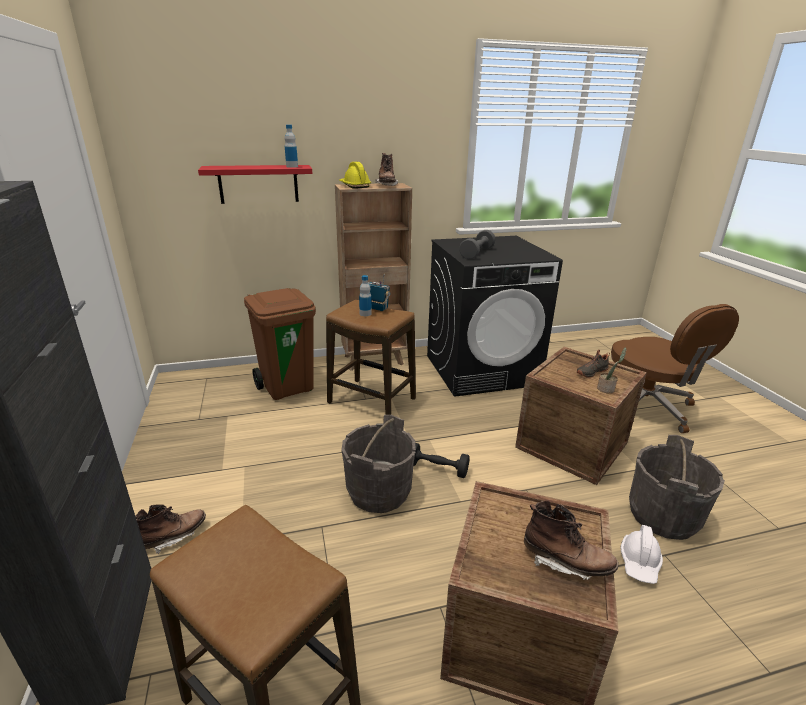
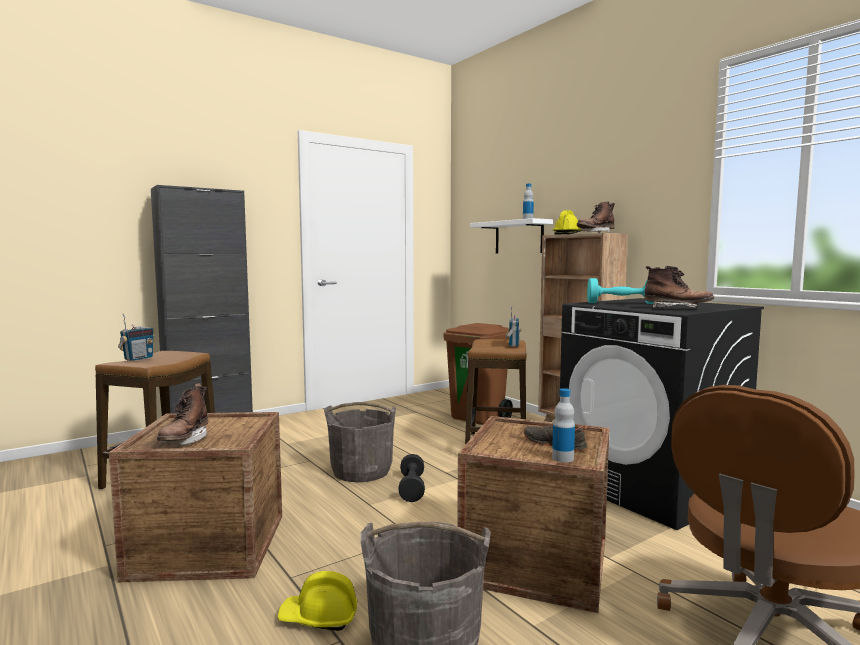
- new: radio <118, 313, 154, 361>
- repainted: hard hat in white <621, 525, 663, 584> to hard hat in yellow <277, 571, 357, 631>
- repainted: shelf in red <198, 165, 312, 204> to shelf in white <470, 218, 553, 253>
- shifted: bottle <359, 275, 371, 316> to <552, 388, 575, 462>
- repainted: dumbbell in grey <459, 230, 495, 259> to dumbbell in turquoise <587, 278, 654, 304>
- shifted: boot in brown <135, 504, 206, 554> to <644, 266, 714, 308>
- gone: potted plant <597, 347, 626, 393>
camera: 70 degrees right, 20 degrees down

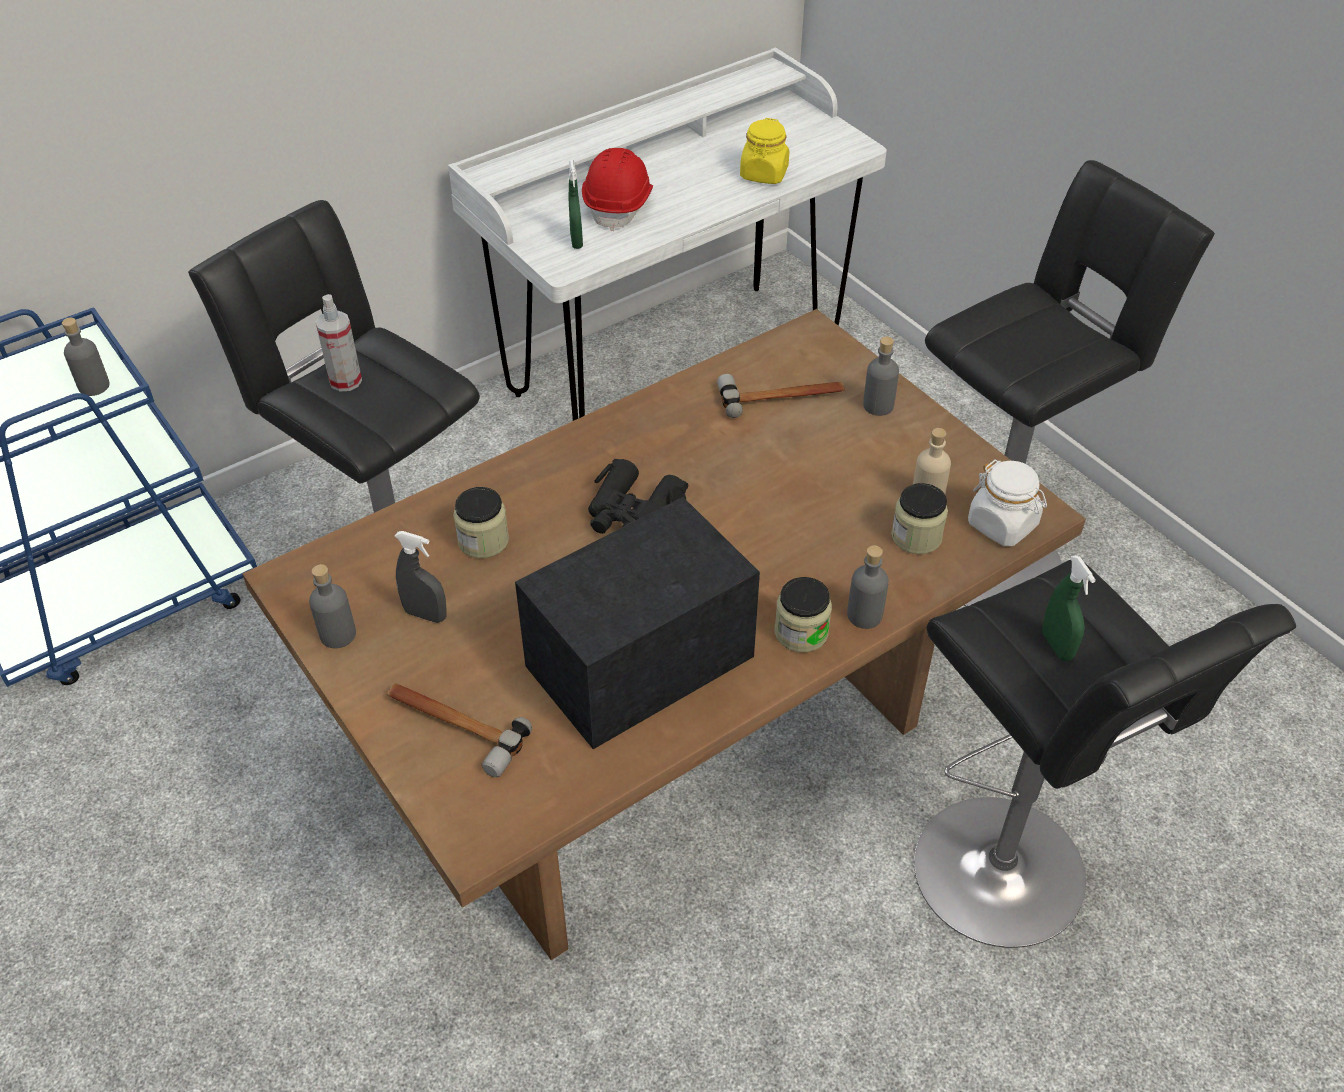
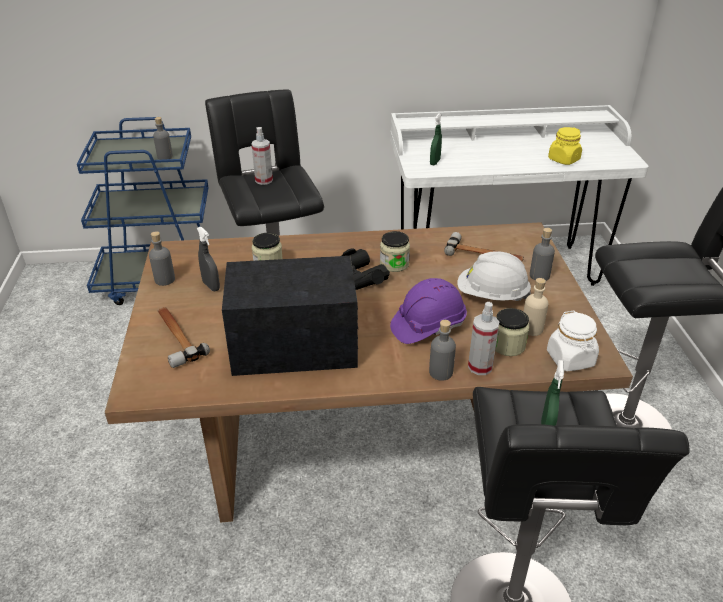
- shifted: jar <775, 577, 832, 652> to <380, 231, 410, 272>
- new: hard hat in purple <390, 278, 467, 344>
- new: hard hat in white <457, 251, 531, 301>
- new: spray bottle <468, 302, 499, 375>
- gone: hard hat in red <582, 148, 653, 231>
camera: 30 degrees right, 10 degrees down

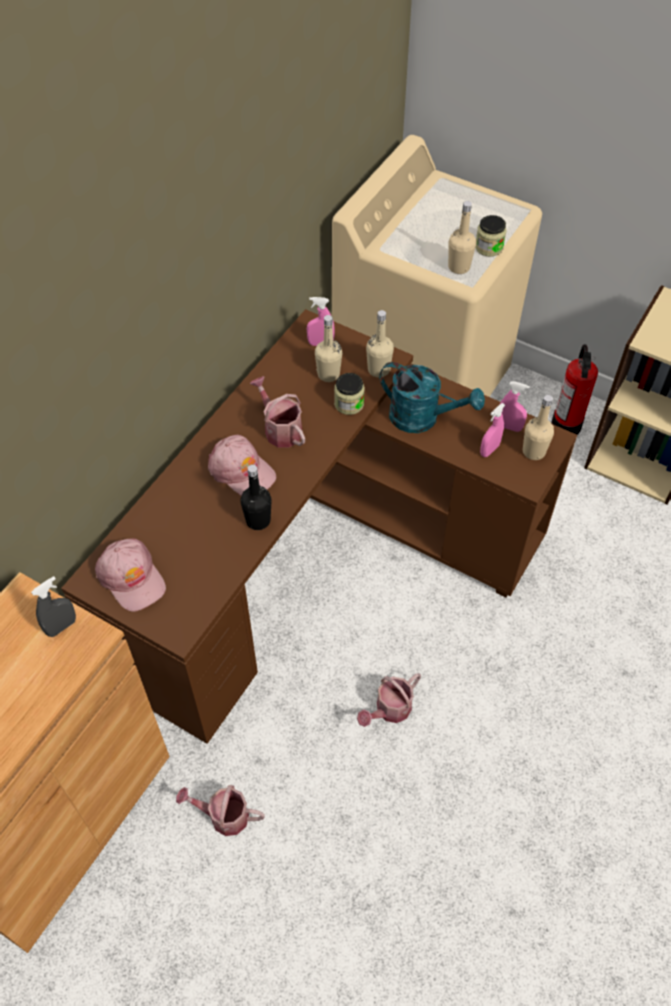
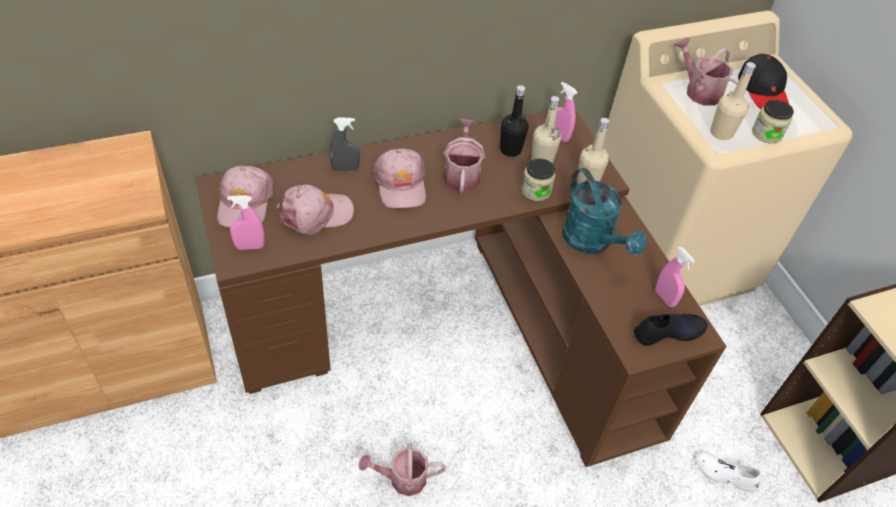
- shifted: spray bottle in pink <480, 403, 505, 457> to <227, 195, 265, 250>
- new: cap in pink <276, 184, 354, 235>
- shifted: spray bottle in grey <31, 576, 76, 637> to <330, 118, 360, 171>
- shifted: bottle in black <241, 464, 272, 530> to <500, 85, 529, 157>
- swapped: bottle in beige <523, 395, 554, 460> to shoe in black <634, 314, 708, 346>
- shifted: watering can <176, 785, 265, 836> to <674, 38, 738, 106>
- new: shoe in white <697, 453, 762, 492>
- new: cap in black <738, 54, 789, 109>
- gone: fire extinguisher <551, 344, 598, 435>
camera: 35 degrees right, 5 degrees down

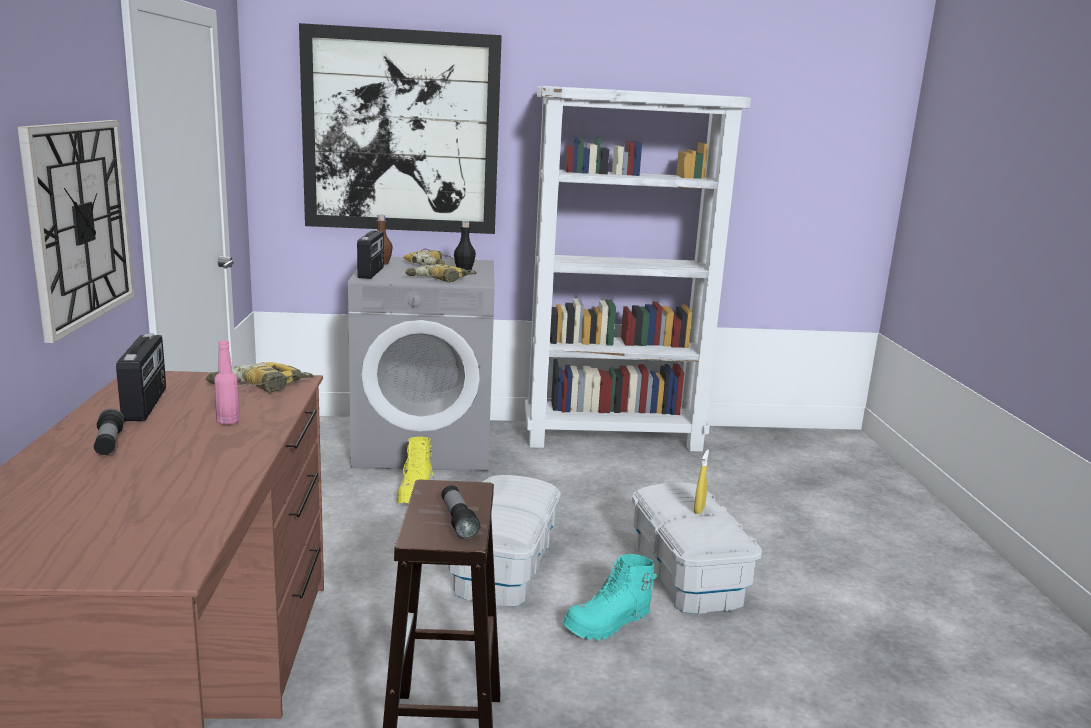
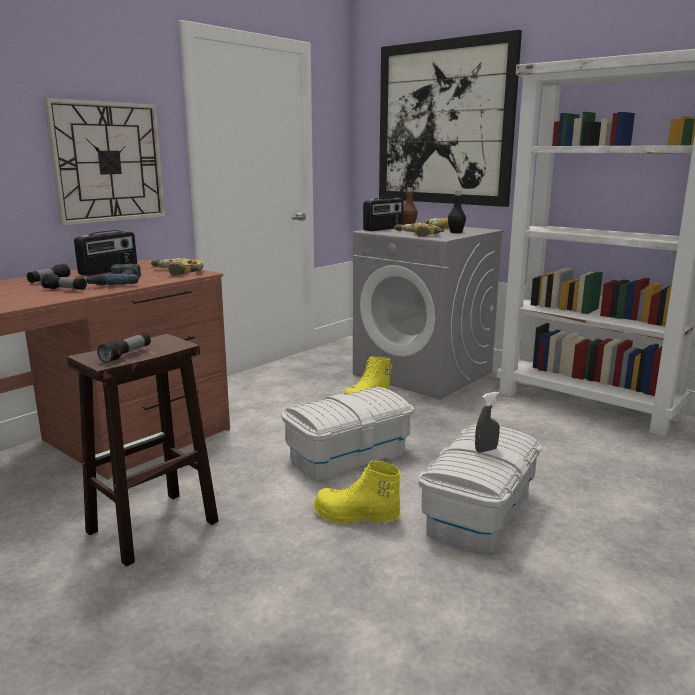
- new: flashlight <40, 273, 87, 290>
- swapped: bottle in pink <214, 340, 240, 425> to power drill <84, 264, 141, 285>
- repainted: boot in turquoise <562, 554, 657, 641> to boot in yellow <313, 461, 401, 524>
- repainted: spray bottle in yellow <694, 449, 709, 514> to spray bottle in grey <475, 392, 500, 452>
camera: 45 degrees right, 0 degrees up

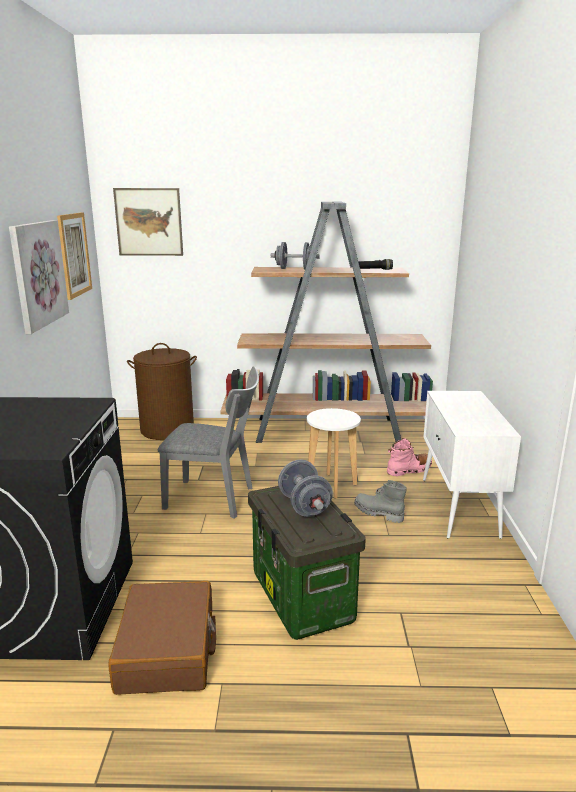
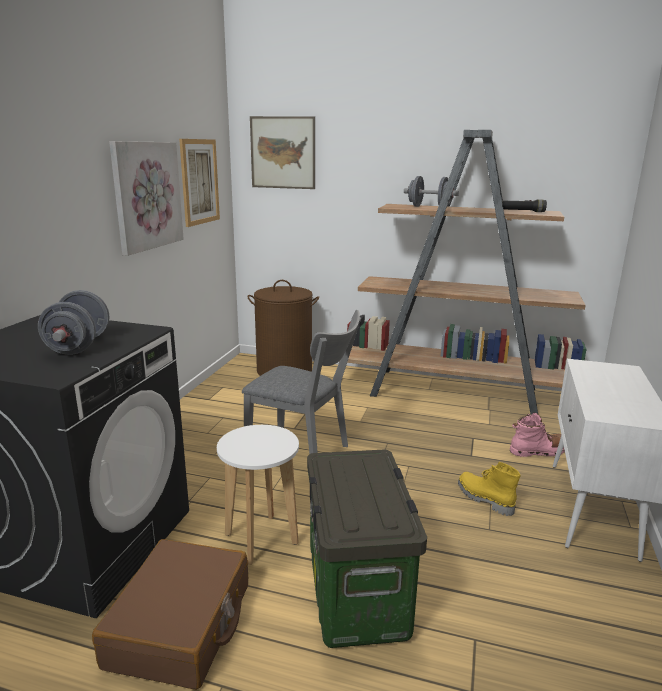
- shifted: dumbbell in grey <278, 460, 333, 517> to <38, 290, 109, 355>
- shifted: stool in white <307, 408, 361, 498> to <217, 425, 299, 565>
- repainted: boot in grey <354, 480, 407, 523> to boot in yellow <458, 462, 521, 516>
camera: 15 degrees right, 0 degrees up

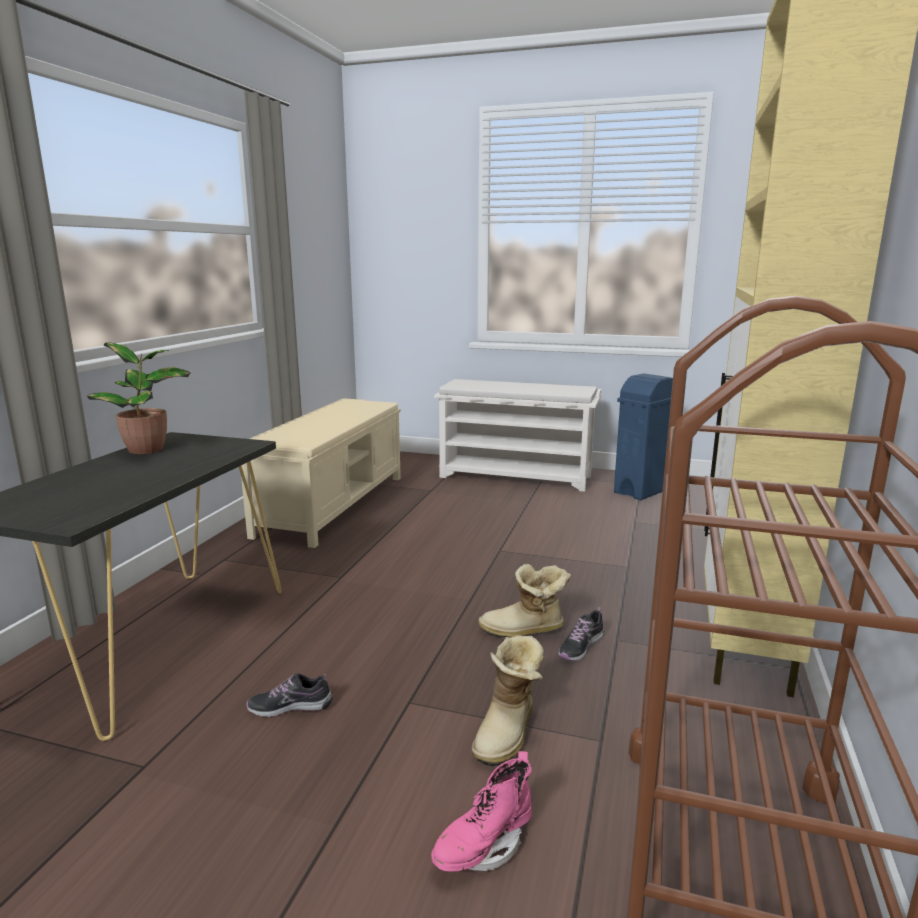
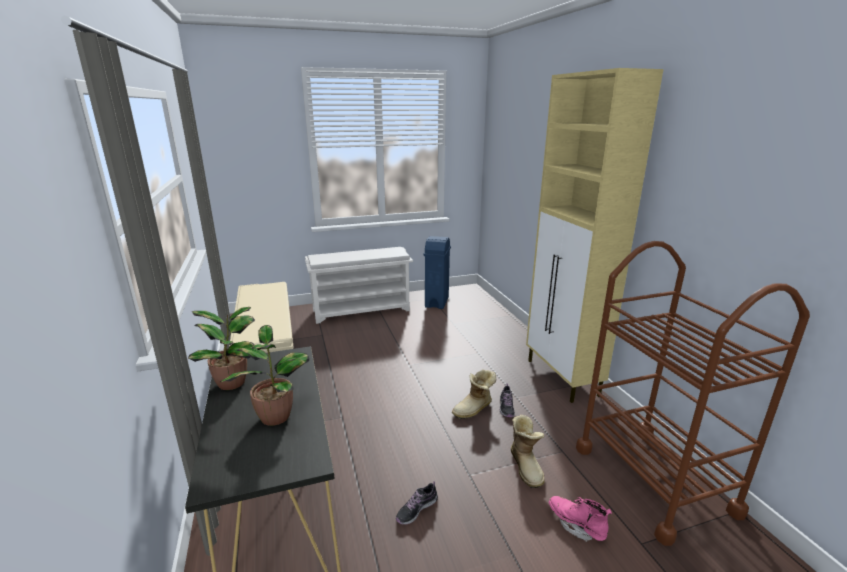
- new: potted plant <220, 325, 309, 426>
- rotated: boot in pink <431, 751, 532, 872> = <549, 496, 612, 542> 120 degrees clockwise
camera: 35 degrees left, 5 degrees up

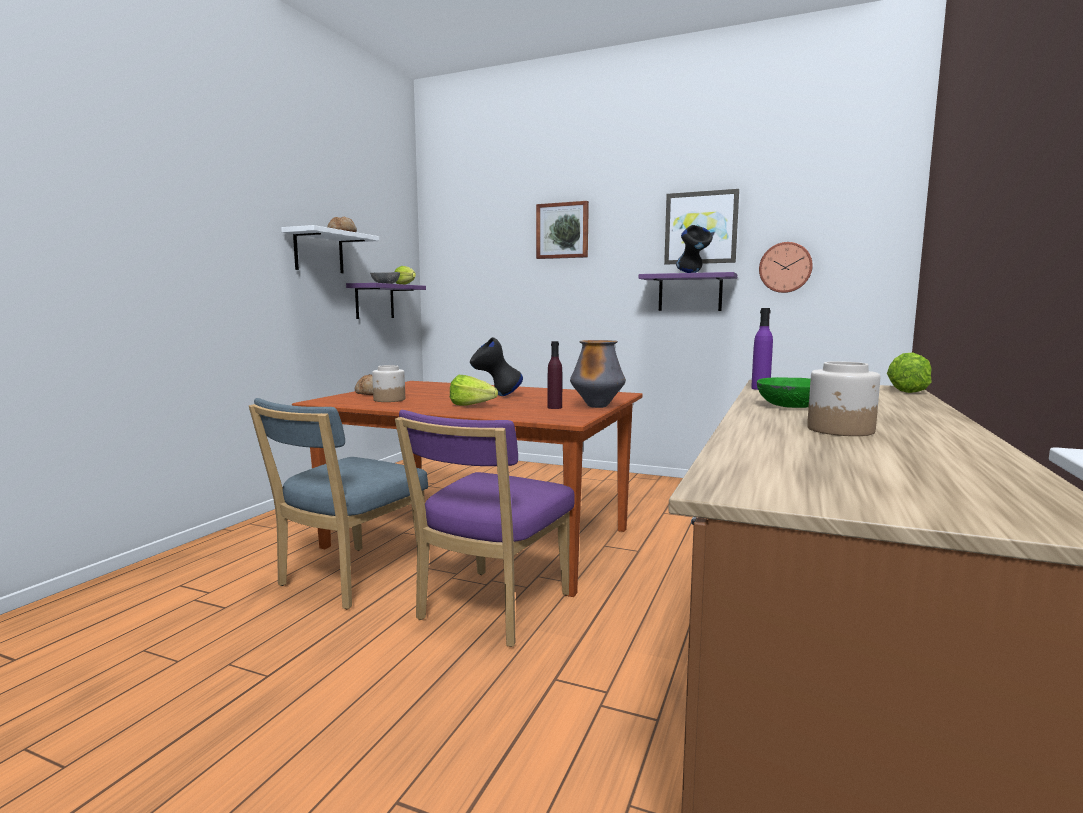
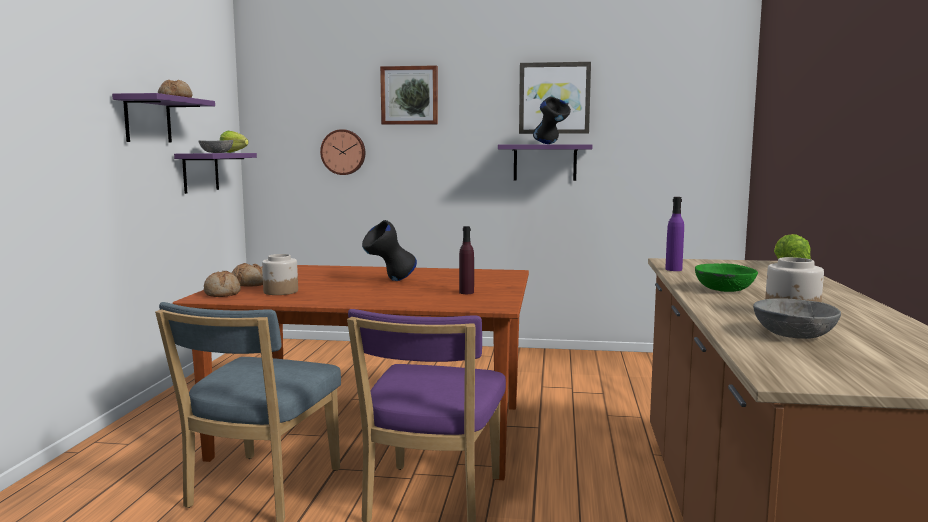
- repainted: shelf in white <281, 225, 379, 273> to shelf in purple <112, 93, 215, 143>
- new: bread <204, 271, 241, 297>
- shifted: wall clock <759, 242, 813, 293> to <320, 129, 365, 175>
- new: bowl in grey <753, 298, 841, 339>
- gone: lettuce <450, 375, 498, 406>
- gone: vase <570, 340, 626, 408>
camera: 15 degrees left, 0 degrees up

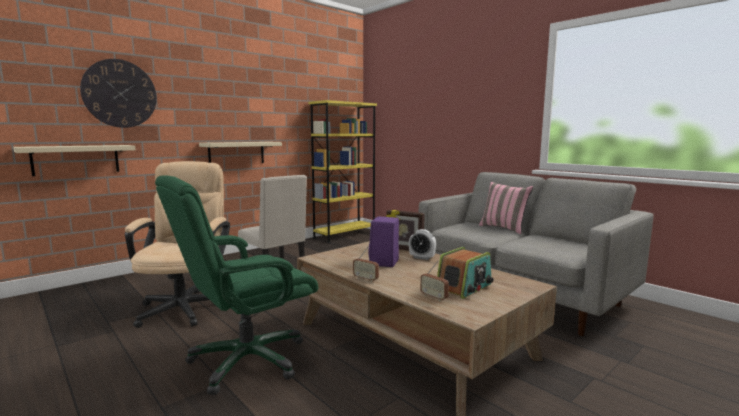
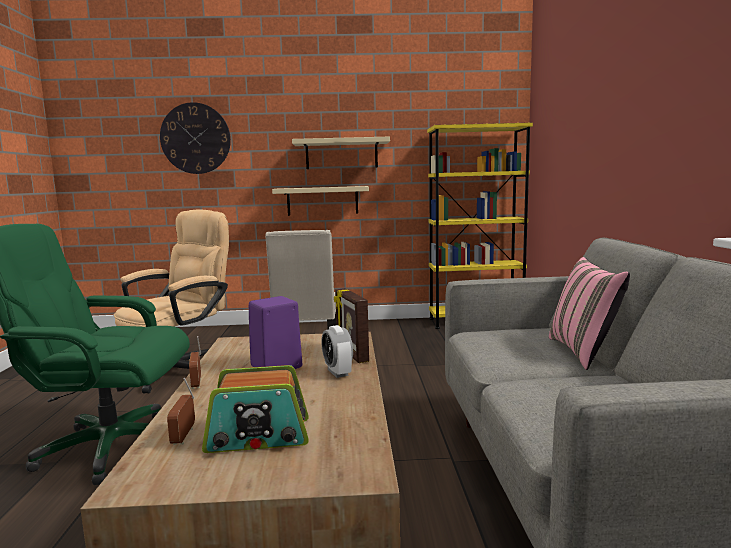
- shifted: shelf in beige <13, 145, 136, 176> to <292, 136, 390, 169>
camera: 40 degrees right, 0 degrees up

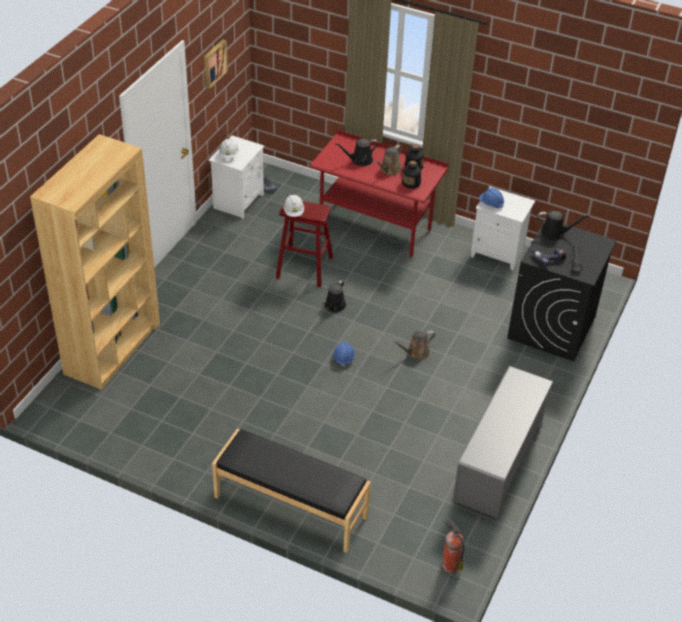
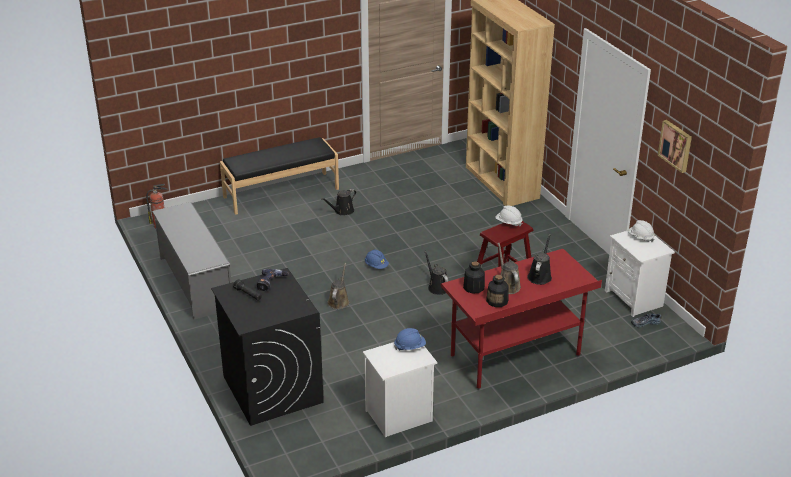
- shifted: watering can in black <537, 211, 590, 241> to <321, 189, 356, 215>
camera: 130 degrees right, 10 degrees down

